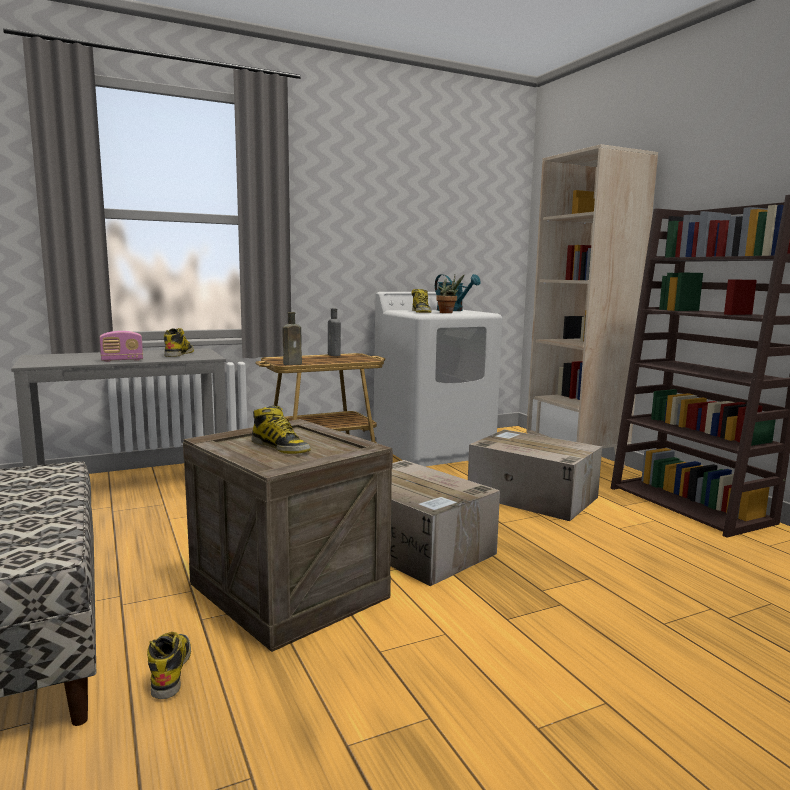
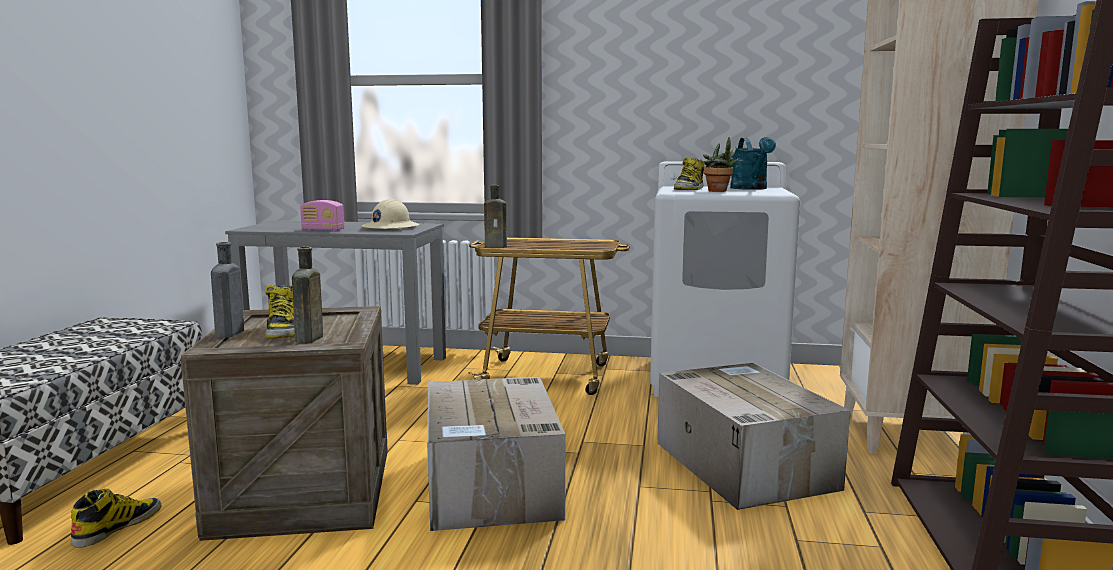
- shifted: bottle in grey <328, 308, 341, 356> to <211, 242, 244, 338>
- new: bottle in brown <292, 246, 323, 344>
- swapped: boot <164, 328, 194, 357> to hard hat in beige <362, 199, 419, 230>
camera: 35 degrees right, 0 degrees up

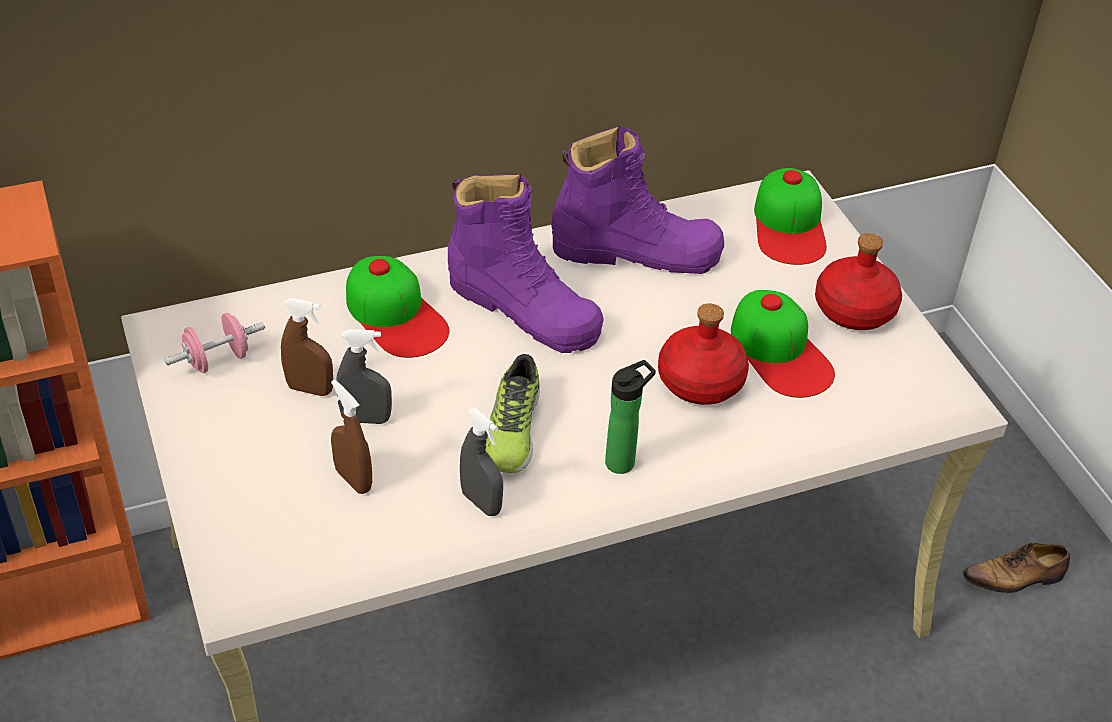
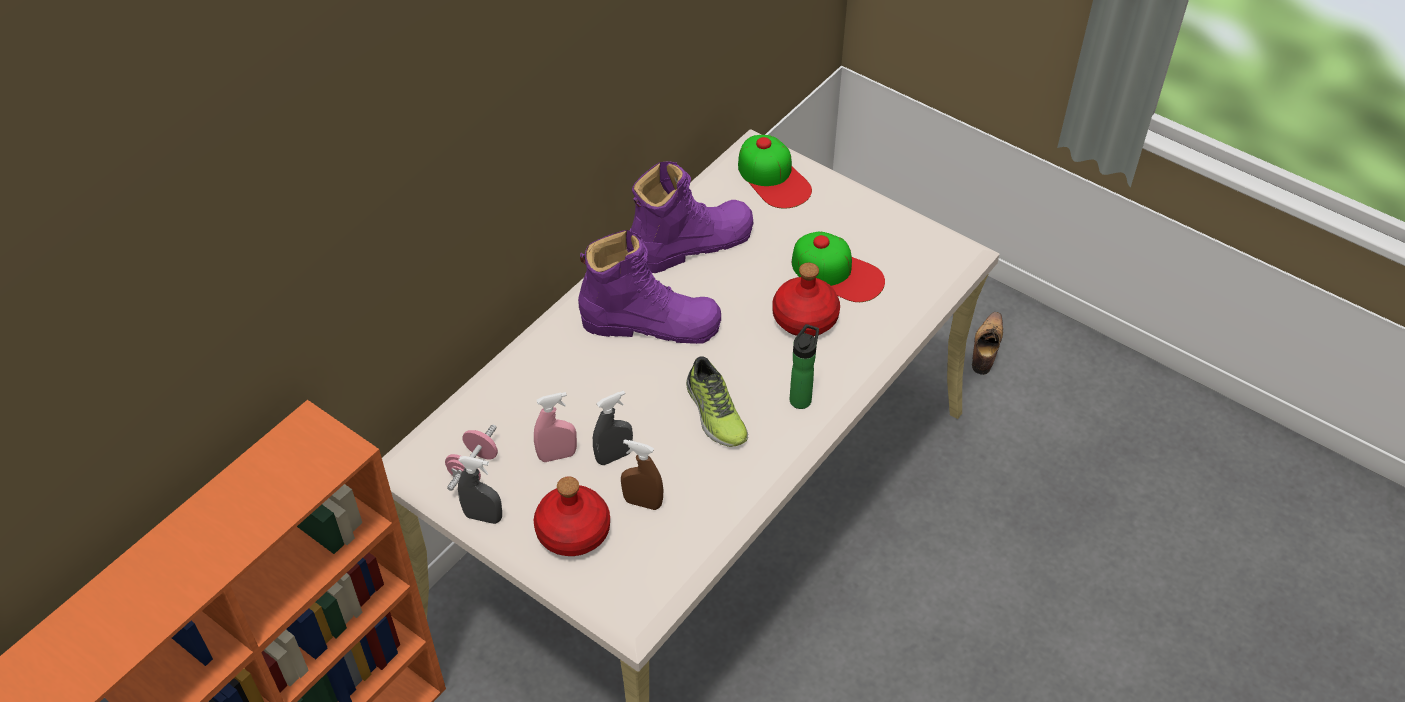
- shifted: spray bottle in grey <460, 408, 503, 516> to <458, 456, 502, 524>
- repainted: spray bottle in brown <281, 298, 333, 396> to spray bottle in pink <534, 392, 577, 462>
- shifted: bottle in red <815, 233, 902, 330> to <534, 477, 610, 556>
- rotated: shoe <962, 542, 1070, 593> = <972, 312, 1003, 375> 150 degrees clockwise
- gone: cap <346, 256, 449, 358>
camera: 30 degrees left, 5 degrees up

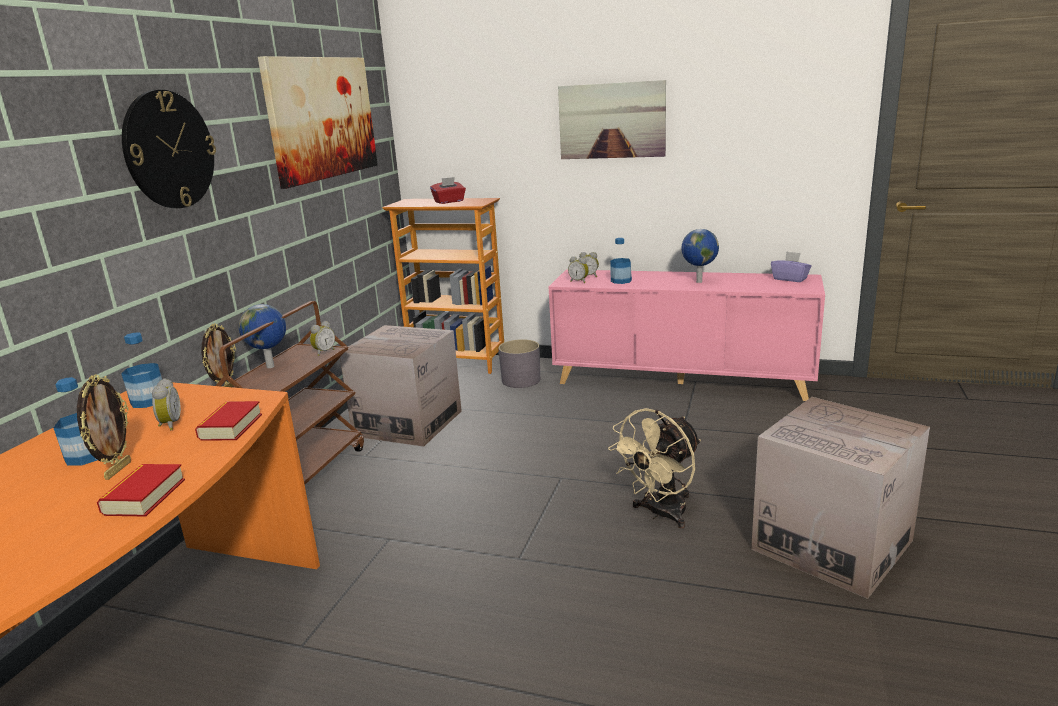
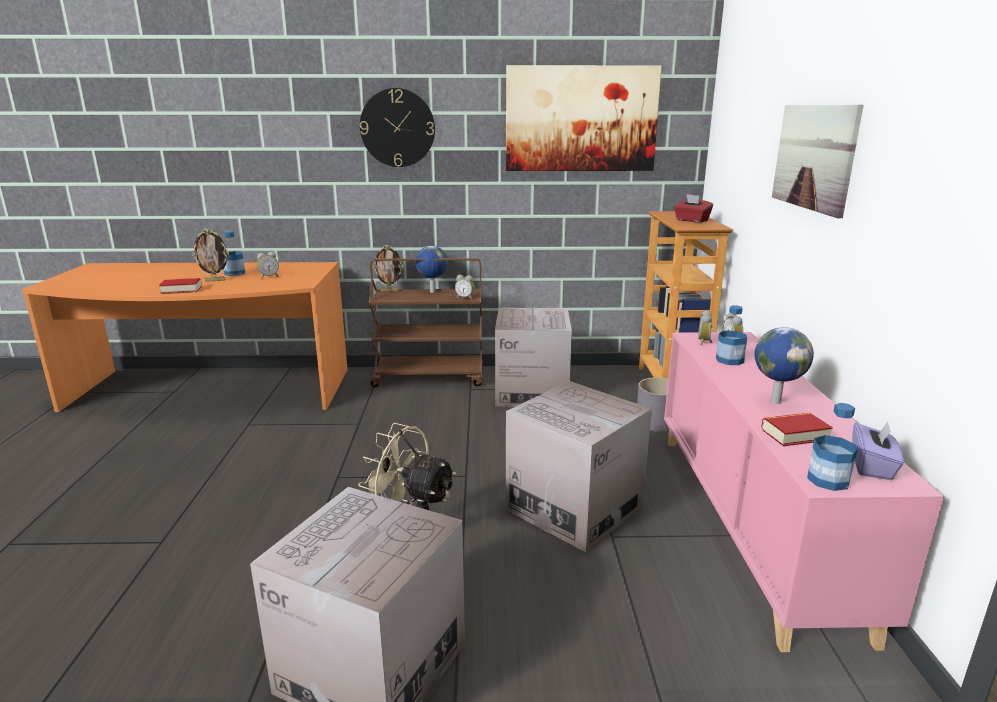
- new: cardboard box <506, 381, 652, 552>
- shifted: book <195, 401, 262, 441> to <761, 413, 833, 446>
- shifted: bottle <121, 332, 162, 408> to <807, 403, 858, 491>
camera: 70 degrees right, 0 degrees up

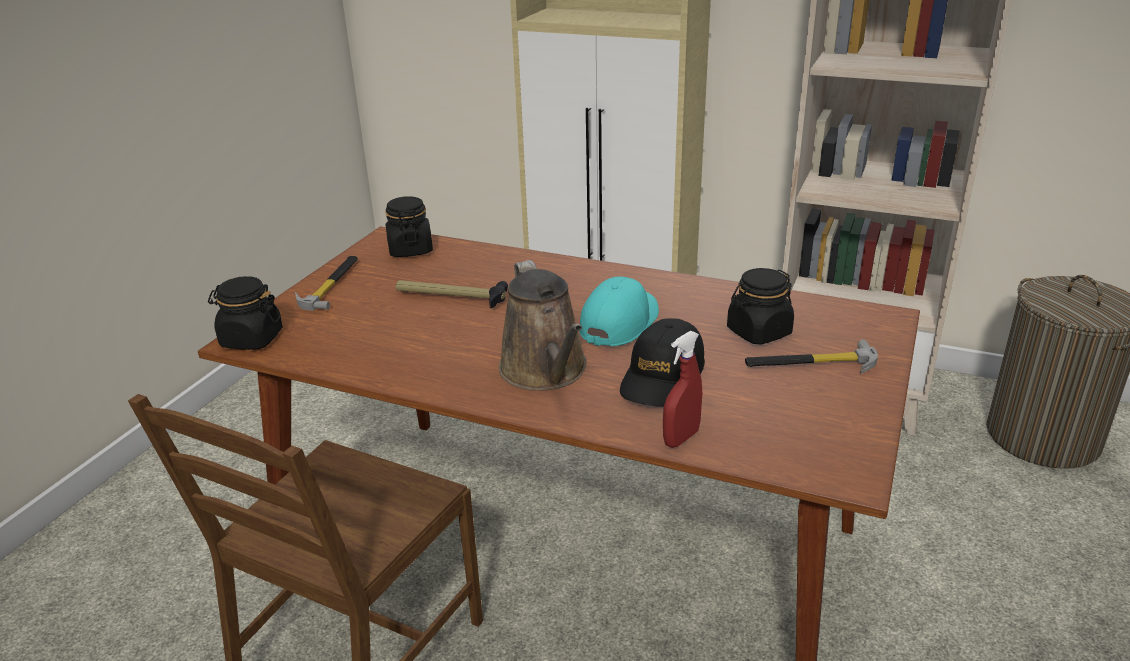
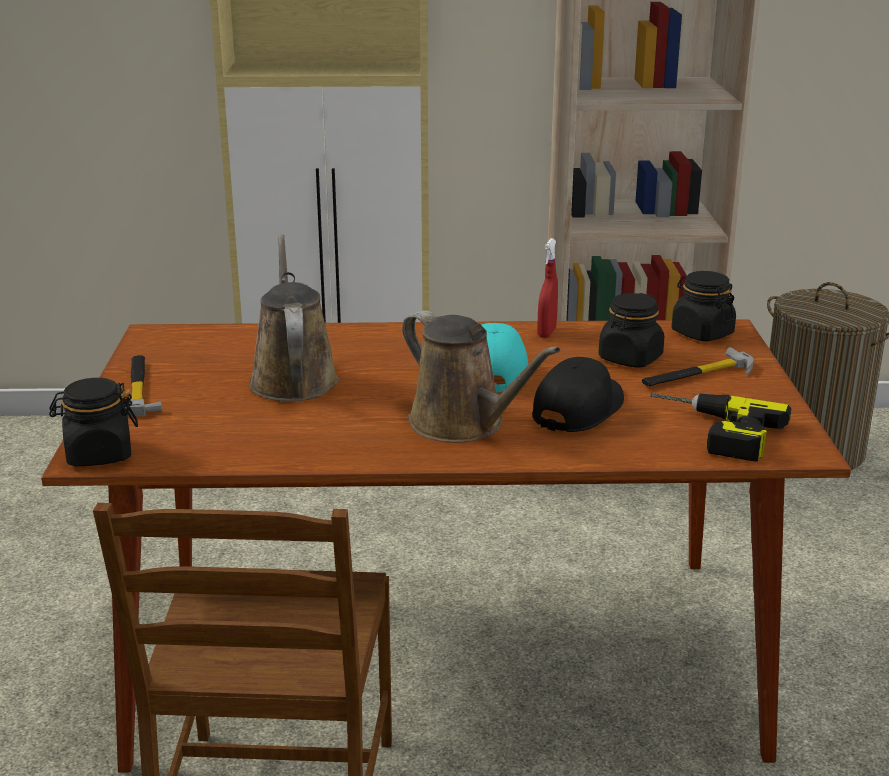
- swapped: hammer <395, 280, 508, 308> to watering can in brown <249, 234, 339, 402>
- rotated: cap in black <620, 318, 705, 407> = <532, 357, 624, 432> 150 degrees counterclockwise
- shifted: spray bottle in red <663, 331, 702, 448> to <537, 238, 558, 338>
- new: power drill <650, 393, 792, 462>
- shifted: jar in black <385, 196, 433, 257> to <671, 271, 736, 341>
camera: 25 degrees left, 5 degrees down

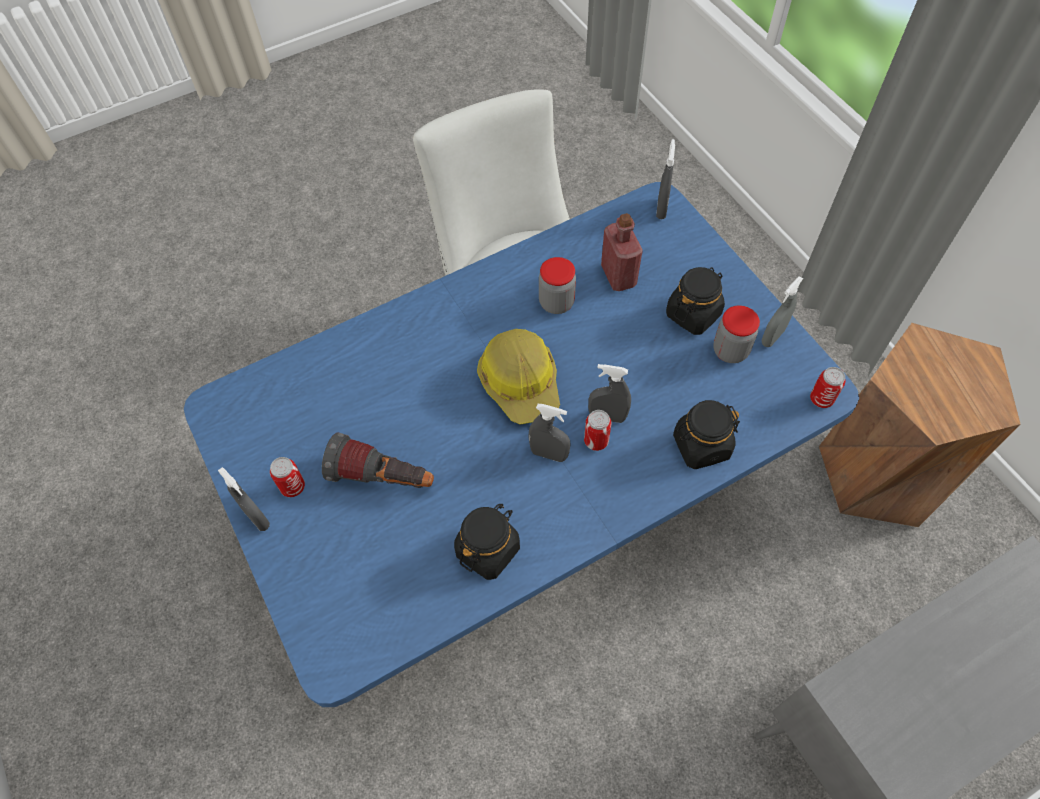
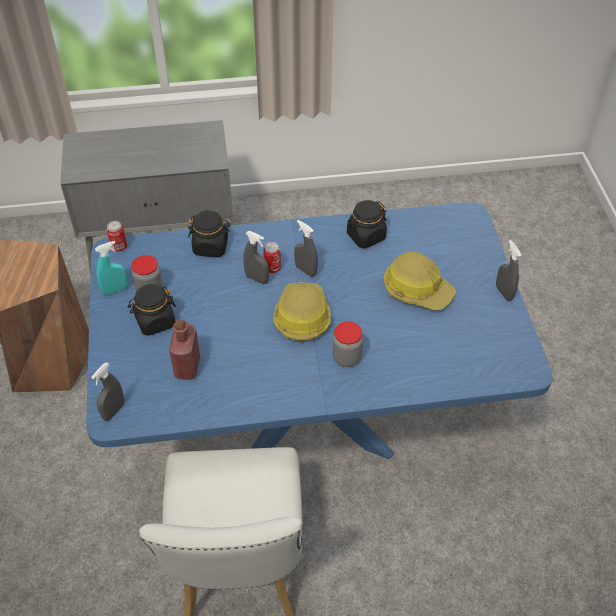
- repainted: spray bottle in grey <762, 276, 803, 347> to spray bottle in turquoise <95, 241, 128, 295>
- shifted: jar <539, 257, 576, 314> to <333, 322, 363, 367>
- swapped: flashlight <322, 433, 434, 488> to hard hat <383, 252, 456, 310>
- gone: can <270, 457, 305, 497>
camera: 160 degrees left, 10 degrees down

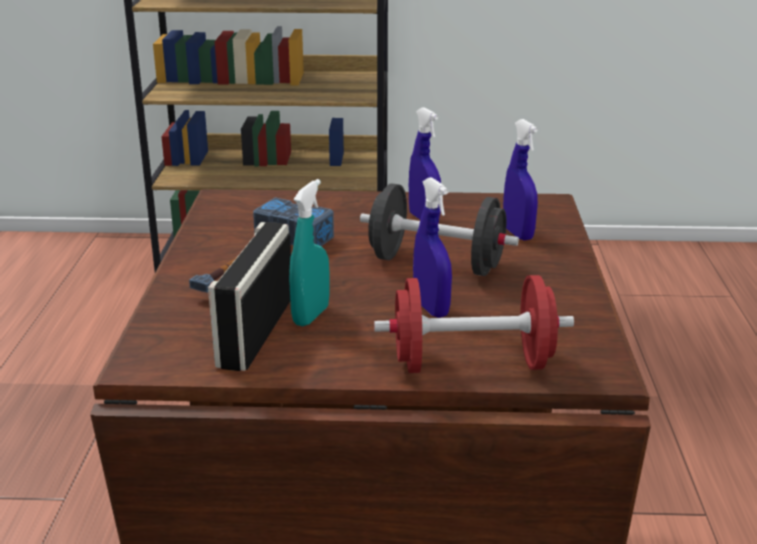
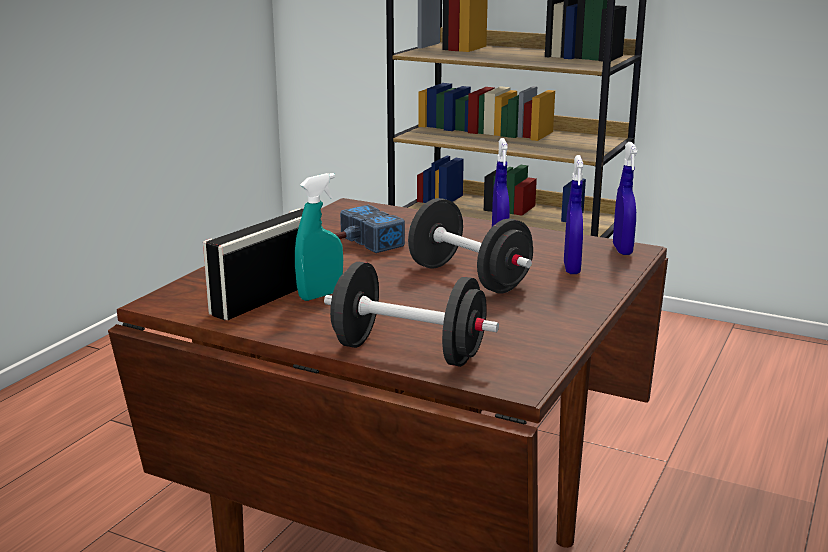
- repainted: dumbbell in red <374, 275, 574, 373> to dumbbell in black <324, 262, 499, 367>
- shifted: spray bottle in blue <413, 177, 452, 318> to <613, 142, 637, 255>
camera: 25 degrees right, 5 degrees down

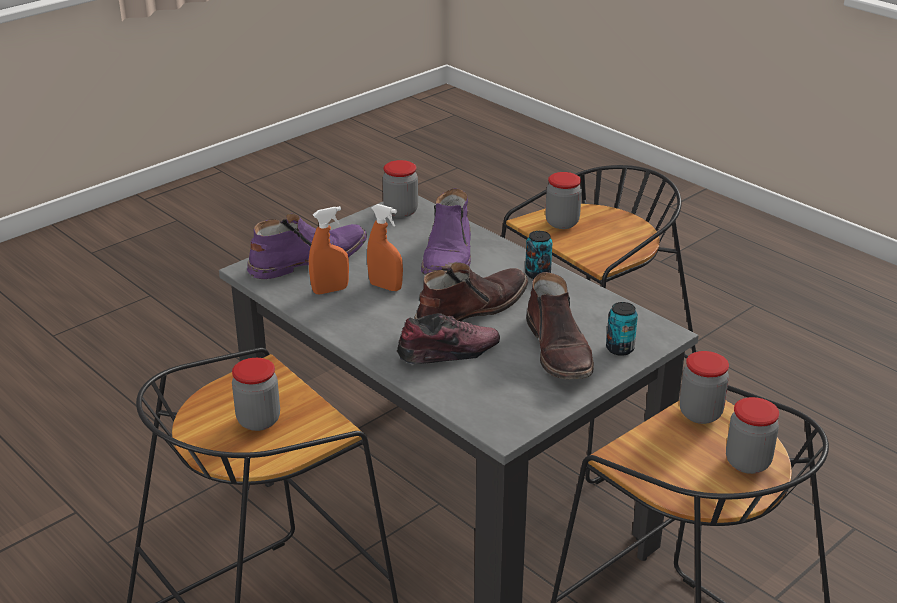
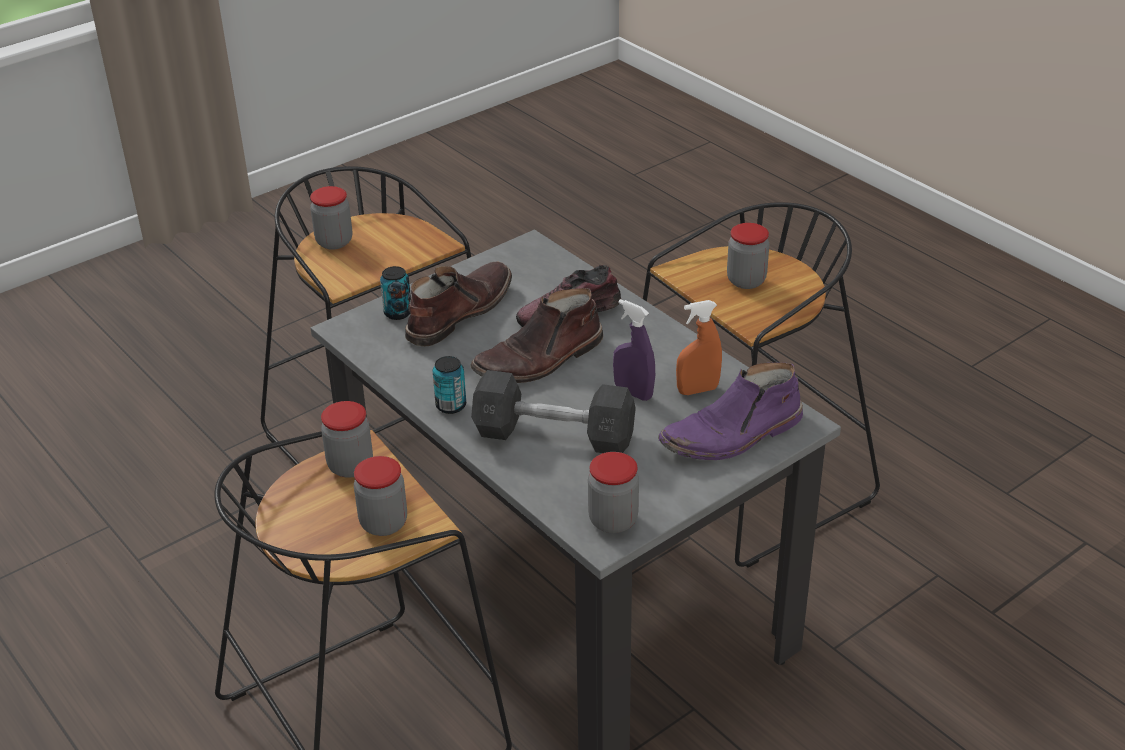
- shifted: jar <680, 351, 729, 424> to <321, 401, 373, 478>
- rotated: boot in brown <526, 272, 594, 379> = <405, 262, 512, 347> 45 degrees clockwise
- swapped: boot in purple <421, 188, 471, 275> to dumbbell in grey <471, 370, 636, 453>
- repainted: spray bottle in orange <367, 204, 403, 291> to spray bottle in purple <613, 299, 655, 401>
camera: 175 degrees left, 5 degrees up

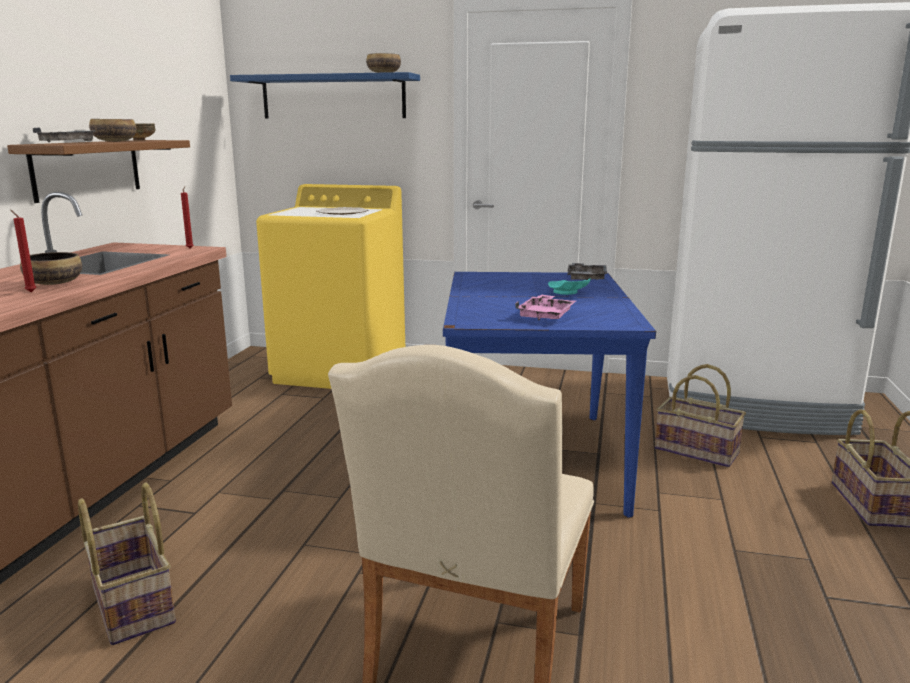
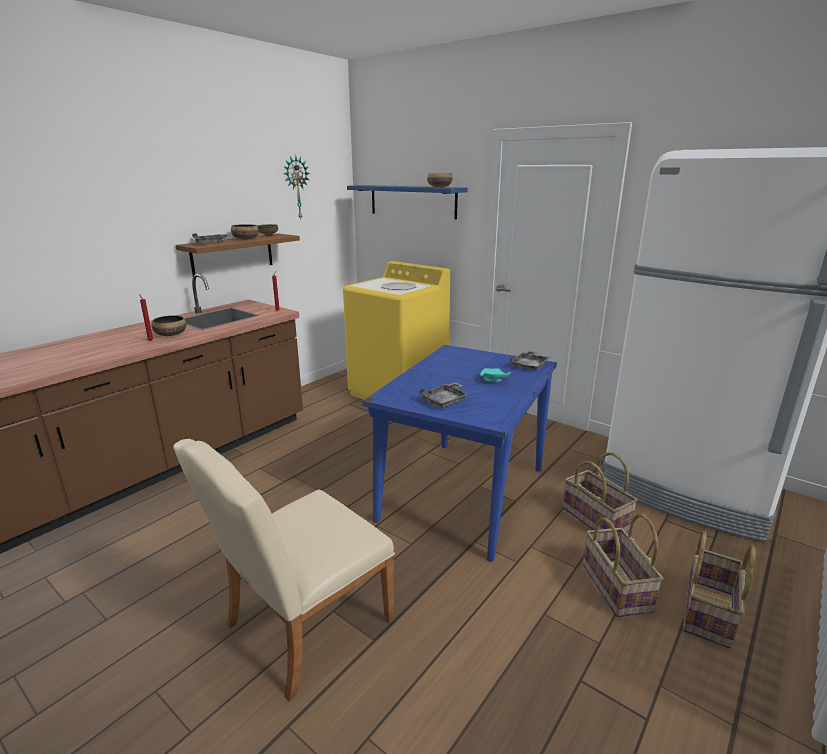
- new: wall clock <283, 155, 310, 220>
- repainted: tray in pink <515, 294, 576, 320> to tray in grey <419, 382, 469, 408>
- shifted: basket <78, 482, 176, 645> to <583, 514, 663, 617>
camera: 25 degrees right, 5 degrees up

